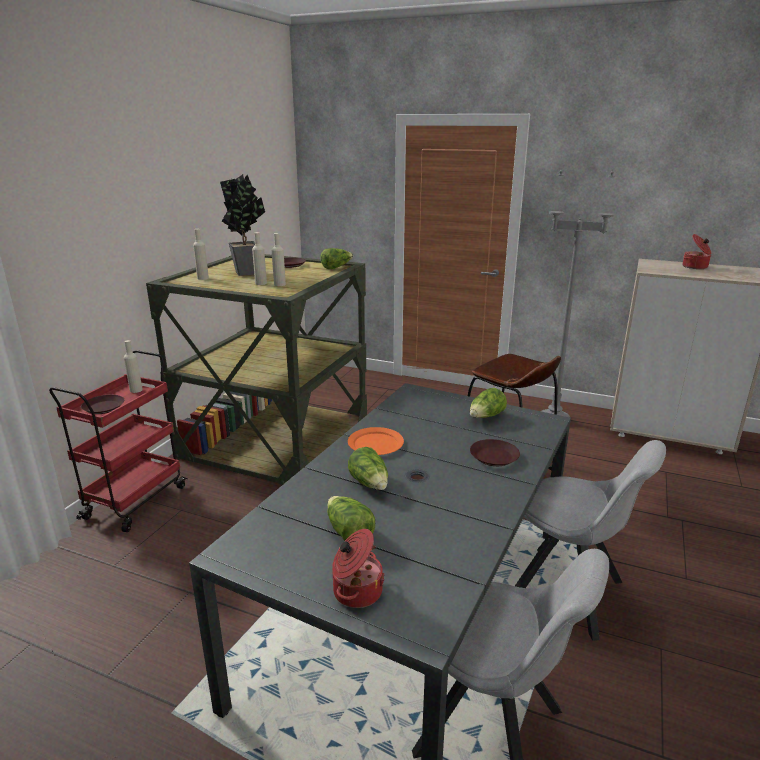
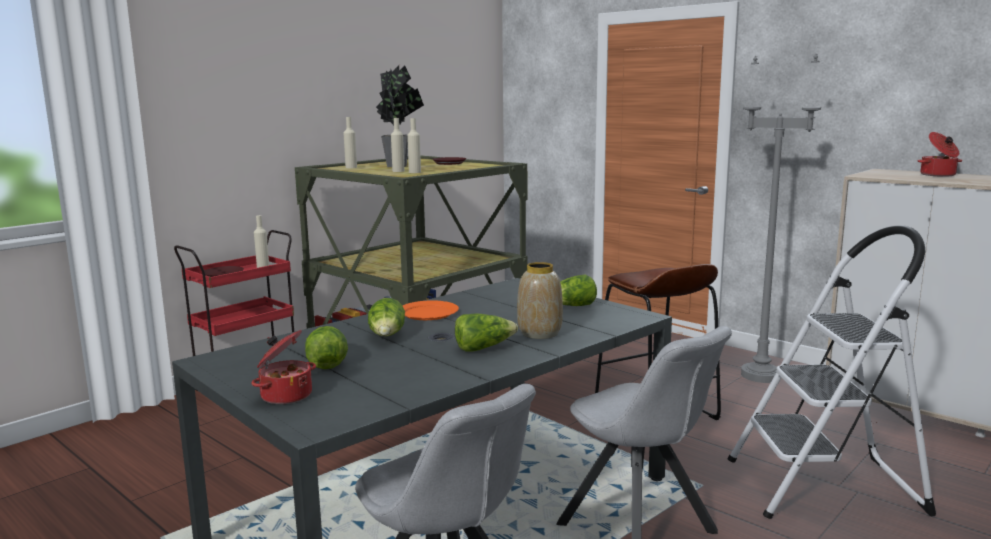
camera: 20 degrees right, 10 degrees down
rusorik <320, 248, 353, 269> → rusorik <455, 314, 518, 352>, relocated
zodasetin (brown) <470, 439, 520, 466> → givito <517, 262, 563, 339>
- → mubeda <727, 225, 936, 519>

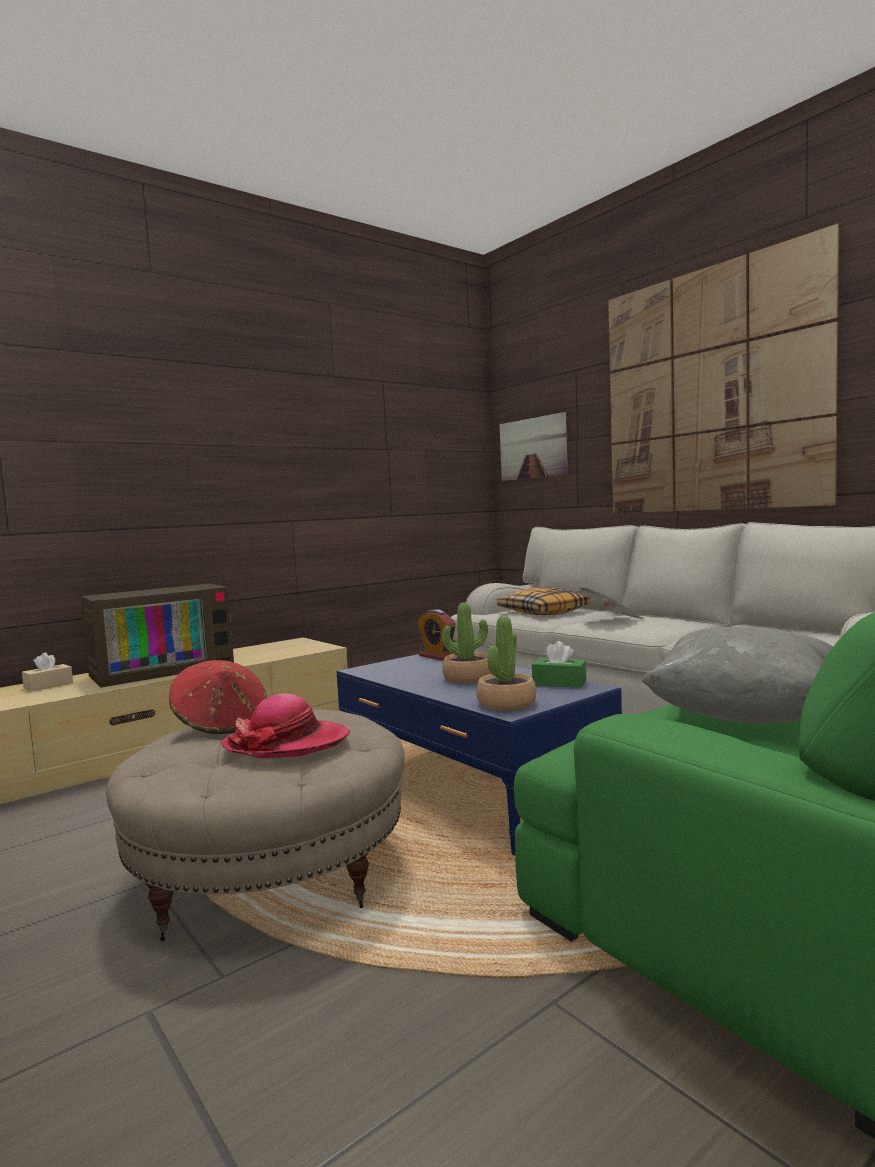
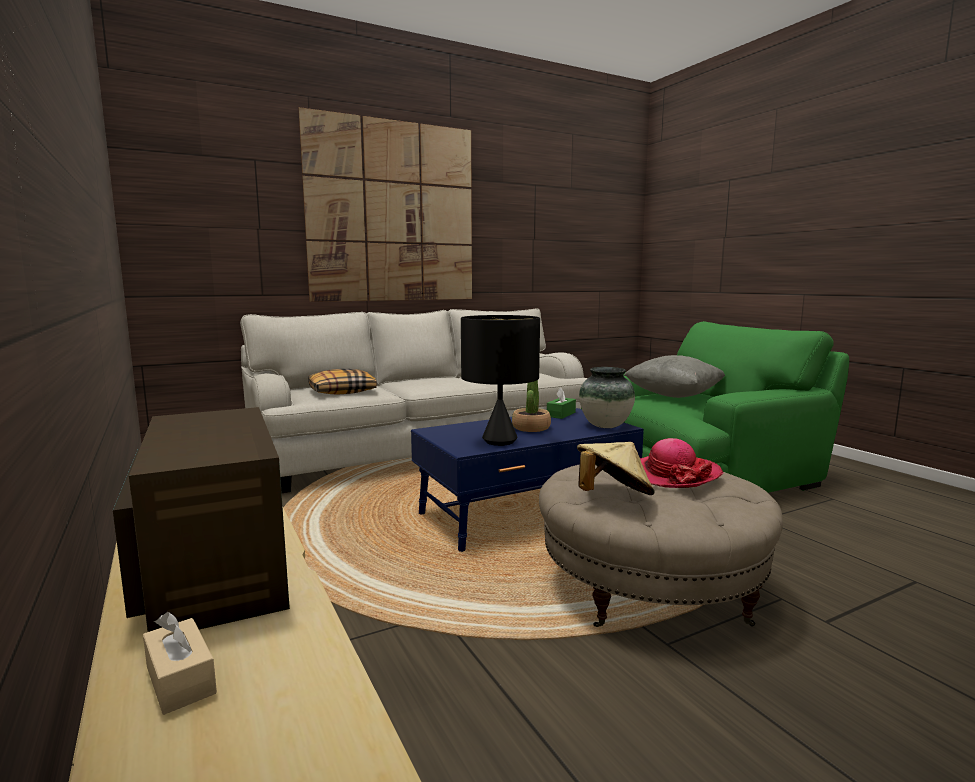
camera: 80 degrees left, 5 degrees up
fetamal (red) <169, 660, 267, 734> → fetamal (beige) <577, 442, 655, 495>
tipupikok <417, 609, 456, 660> → -
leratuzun <476, 616, 536, 711> → givito <579, 367, 635, 428>
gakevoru <500, 412, 568, 481> → -
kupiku <578, 588, 644, 619> → -
- → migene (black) <461, 315, 540, 446>

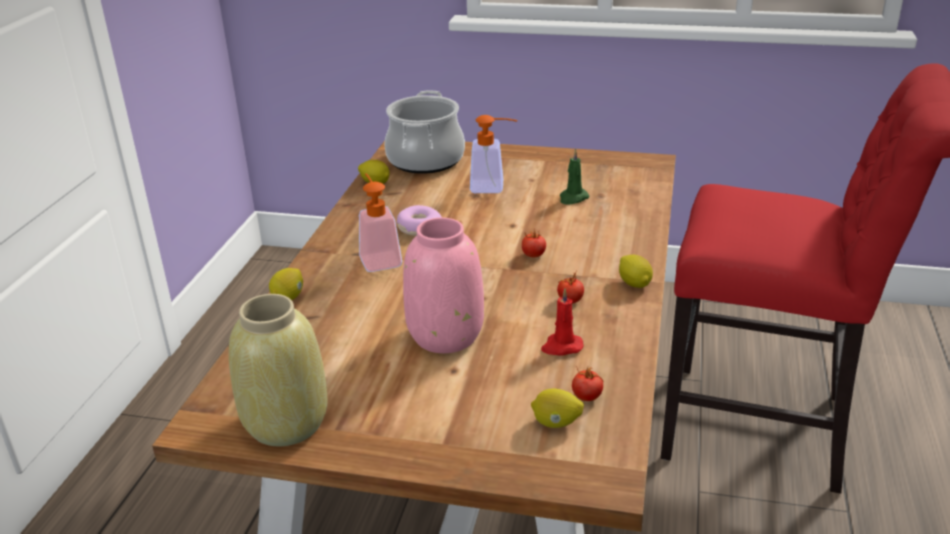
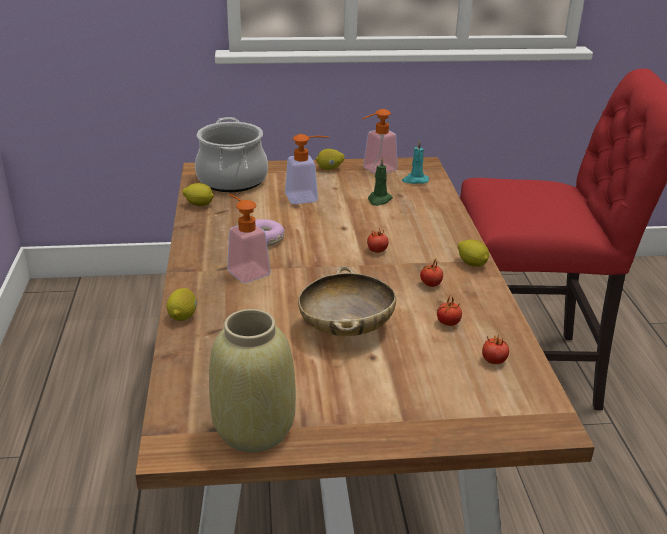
camera: 20 degrees left, 0 degrees up
givito (pink) <403, 218, 484, 353> → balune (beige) <298, 266, 396, 336>
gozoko <531, 389, 584, 428> → gozoko <316, 149, 344, 170>, relocated
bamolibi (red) <541, 288, 584, 355> → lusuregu <437, 296, 462, 326>
- → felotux <362, 109, 398, 174>
- → bamolibi (turquoise) <402, 139, 429, 184>

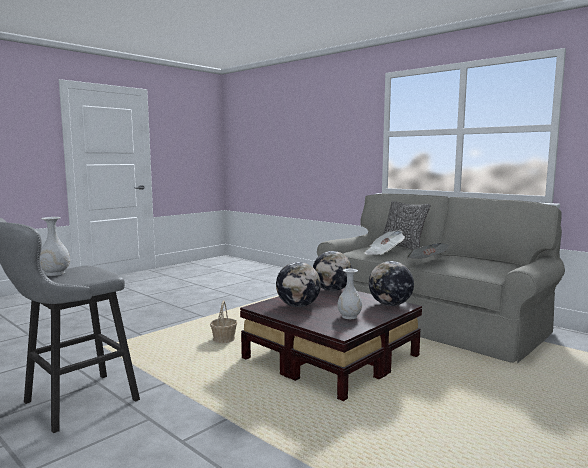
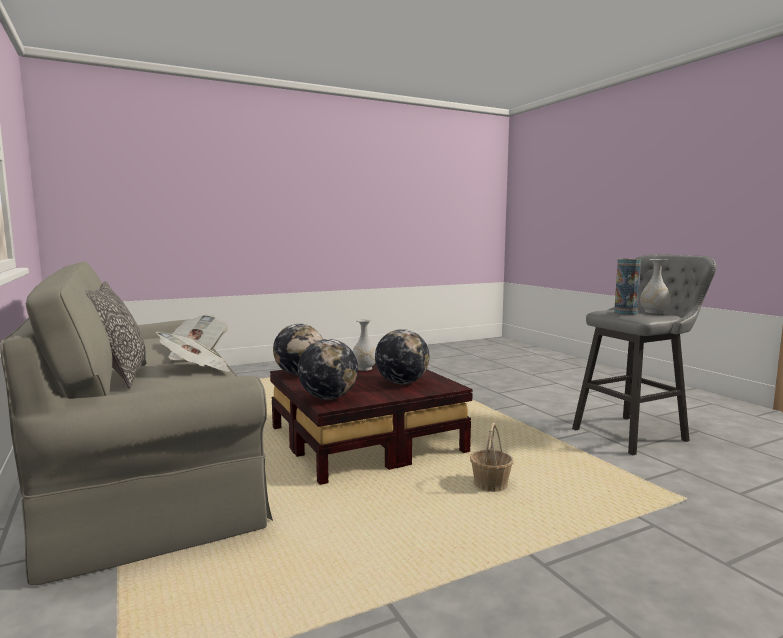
camera: 160 degrees left, 0 degrees up
- → givito <614, 259, 641, 315>

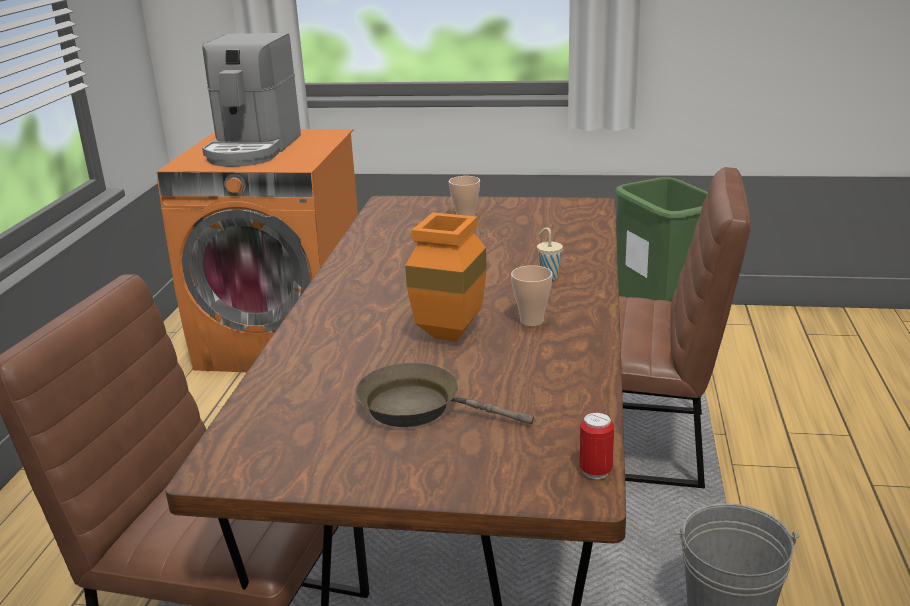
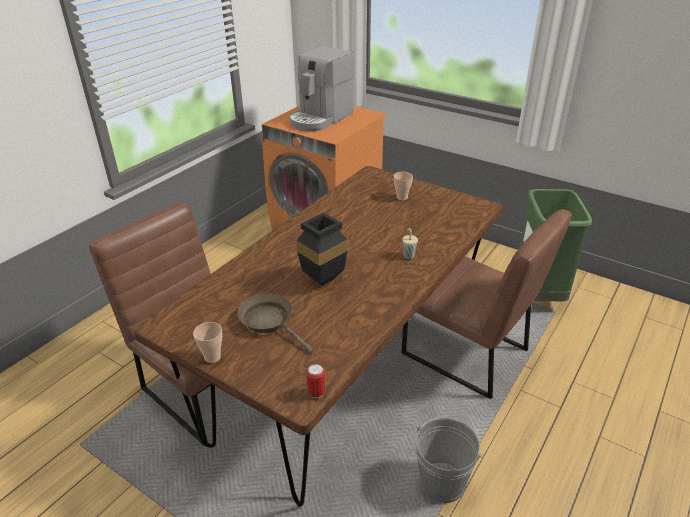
camera: 25 degrees right, 10 degrees up
givito (orange) <405, 212, 487, 342> → givito (black) <296, 213, 348, 286>
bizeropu <511, 266, 553, 326> → bizeropu <193, 322, 222, 363>, relocated

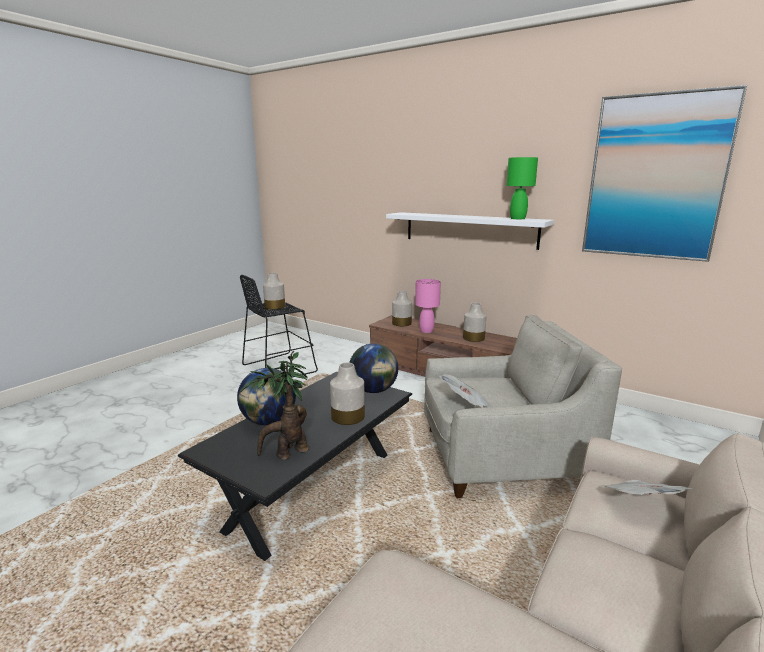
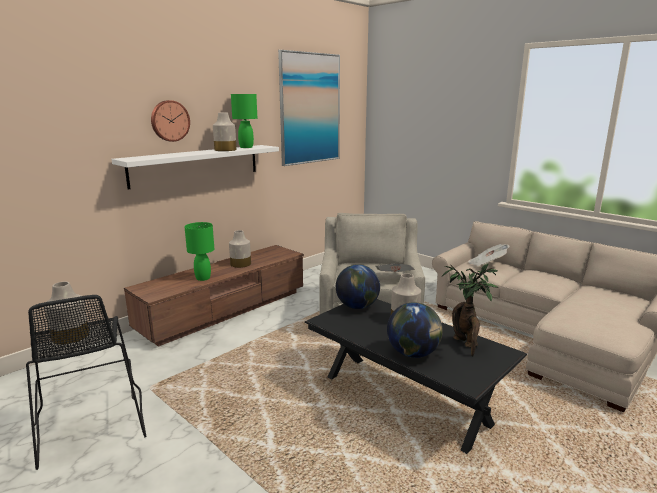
camera: 80 degrees left, 0 degrees up
givito (beige) <392, 291, 412, 326> → givito (beige) <213, 113, 237, 151>, relocated
migene (pink) <415, 279, 441, 333> → migene (green) <184, 222, 214, 281>
- → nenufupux <151, 100, 190, 142>

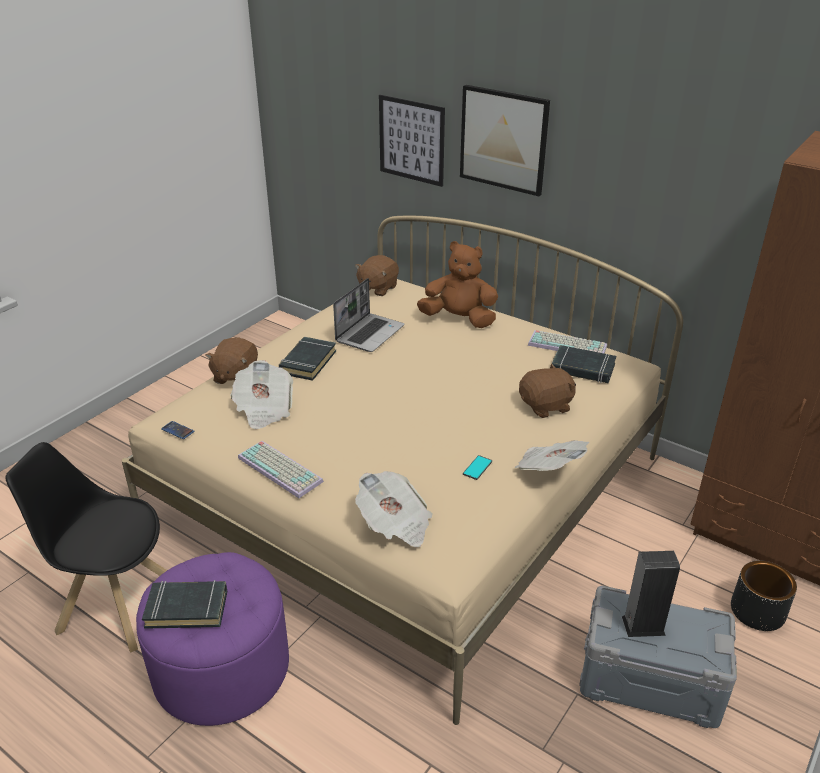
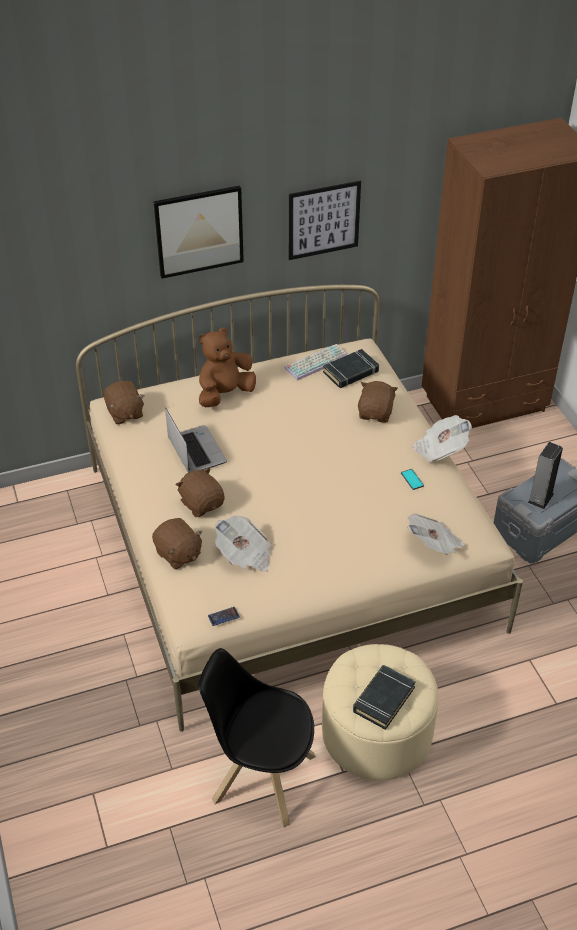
camera: 55 degrees left, 10 degrees up
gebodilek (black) <5, 442, 167, 653> → gebodilek (black) <198, 648, 316, 827>, 60 degrees clockwise
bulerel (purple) <136, 552, 289, 726> → bulerel (beige) <322, 644, 439, 781>
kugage <238, 441, 324, 498> → -
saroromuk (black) <279, 337, 336, 381> → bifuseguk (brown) <176, 467, 224, 517>
gakevoru <379, 95, 445, 187> → gakevoru <289, 181, 361, 260>, relocated
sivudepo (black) <731, 561, 797, 631> → -

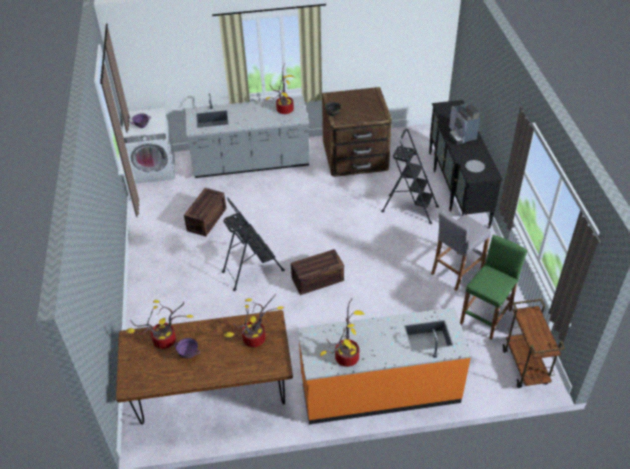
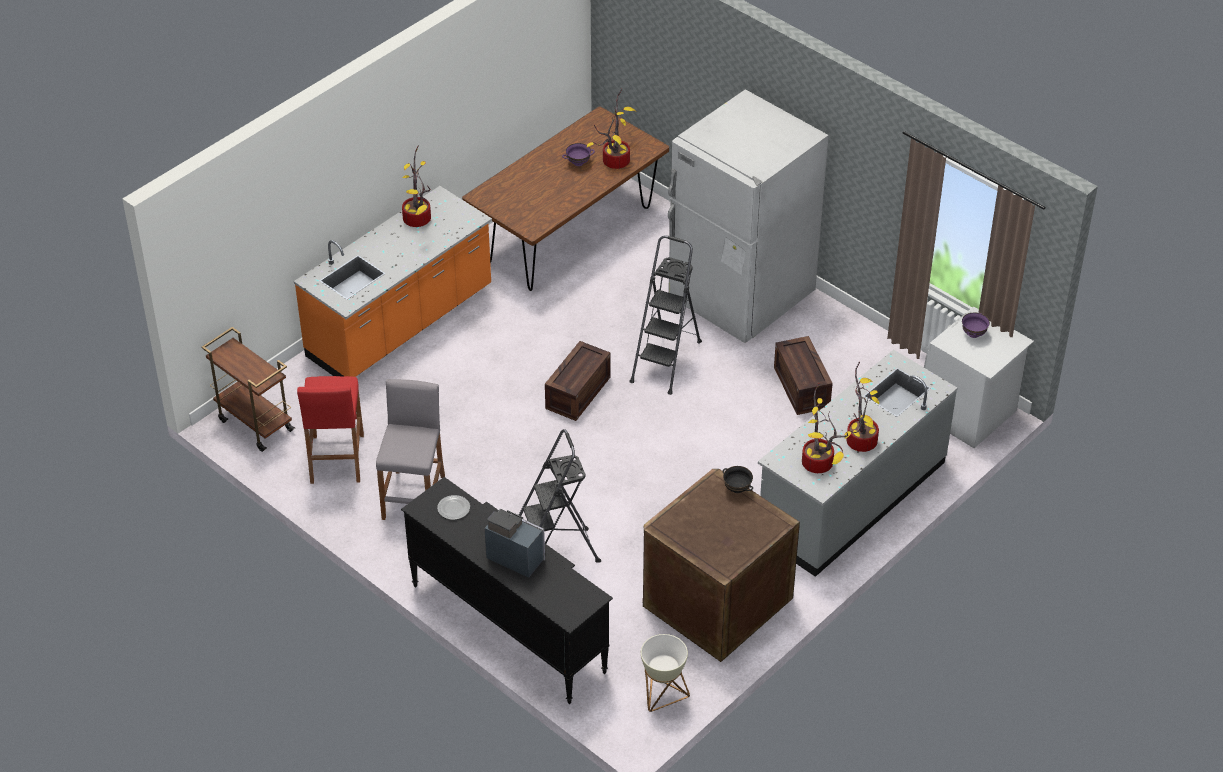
camera: 140 degrees right, 0 degrees up
leratuzun <224, 294, 284, 347> → leratuzun <844, 362, 879, 452>, relocated
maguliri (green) <460, 235, 527, 340> → maguliri (red) <297, 376, 364, 484>
- → sivudepo <641, 634, 690, 712>
- → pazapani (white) <668, 89, 829, 343>

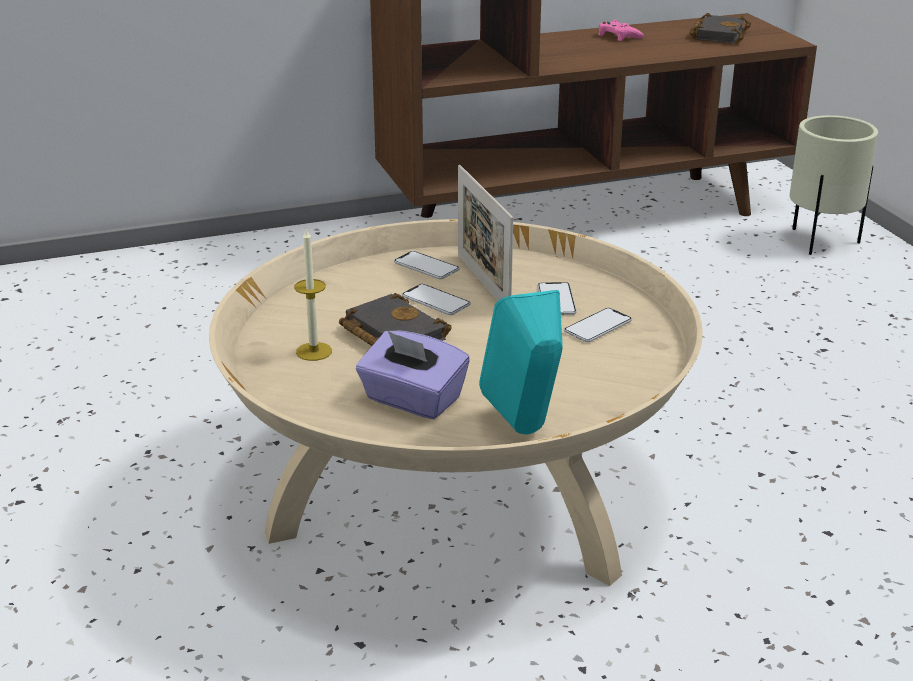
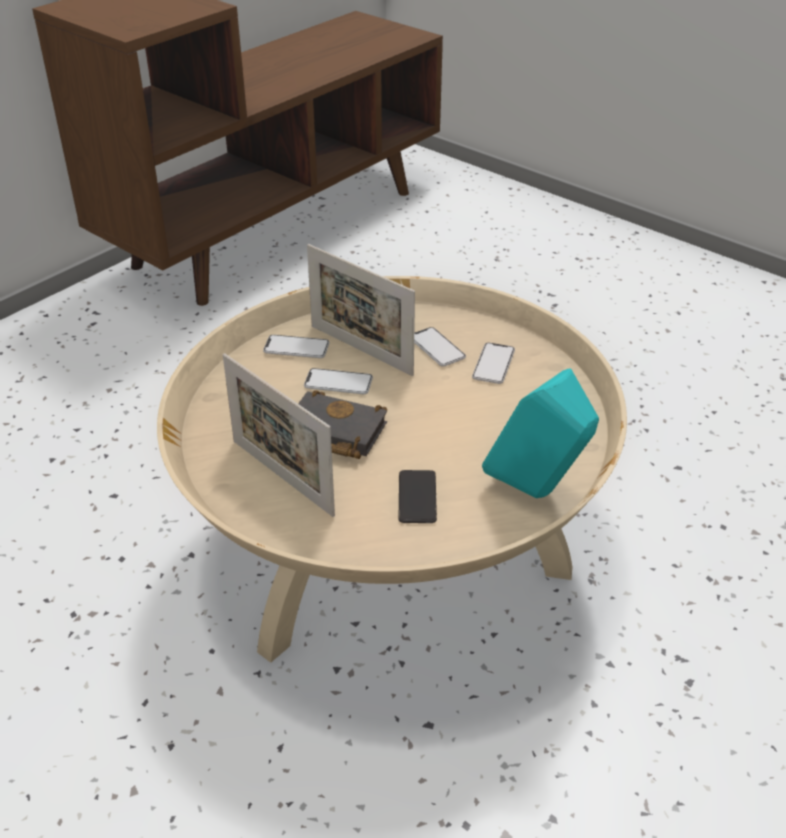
camera: 30 degrees left, 10 degrees up
bamolibi <294, 228, 332, 361> → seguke <223, 353, 335, 517>
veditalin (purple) <356, 330, 470, 419> → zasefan <398, 470, 437, 523>
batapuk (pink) <598, 19, 644, 41> → -
saroromuk (black) <689, 13, 751, 44> → -
sivudepo (beige) <790, 115, 878, 255> → -

